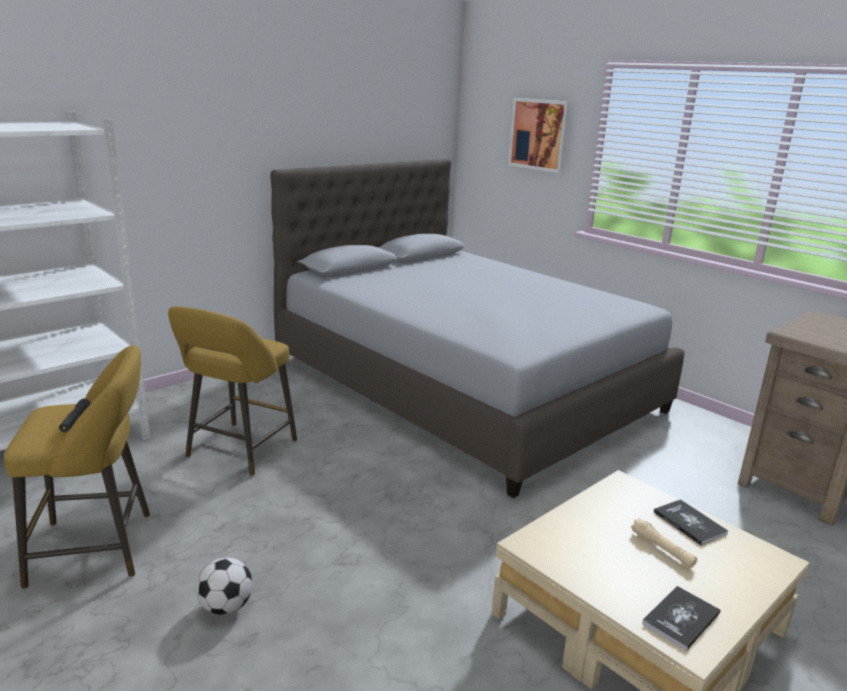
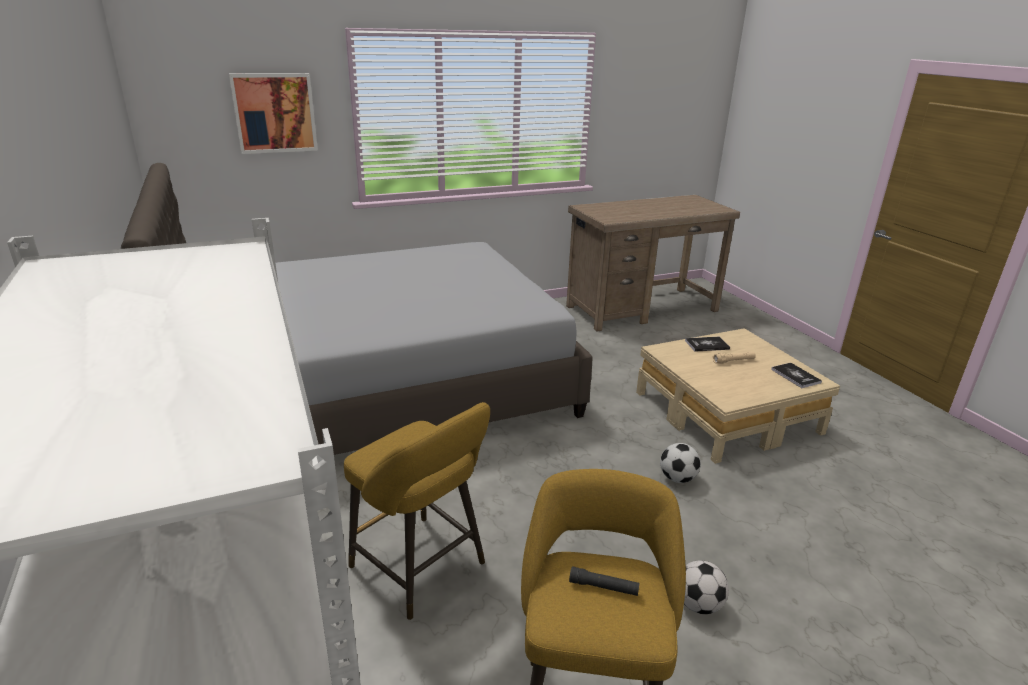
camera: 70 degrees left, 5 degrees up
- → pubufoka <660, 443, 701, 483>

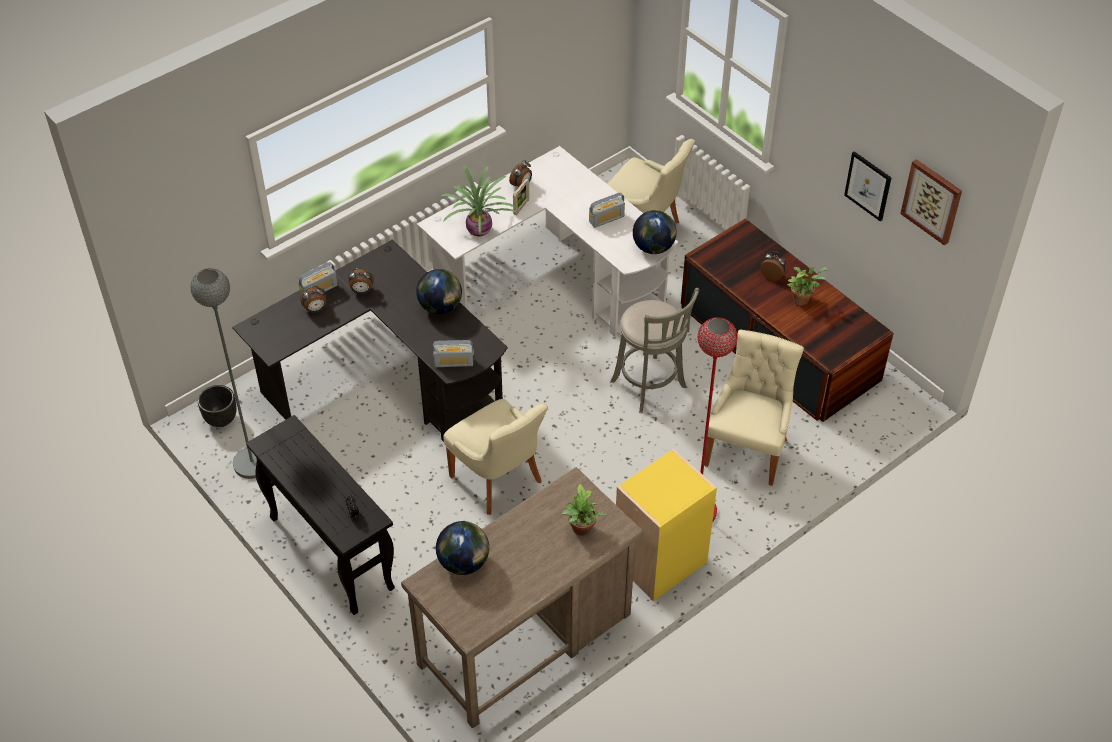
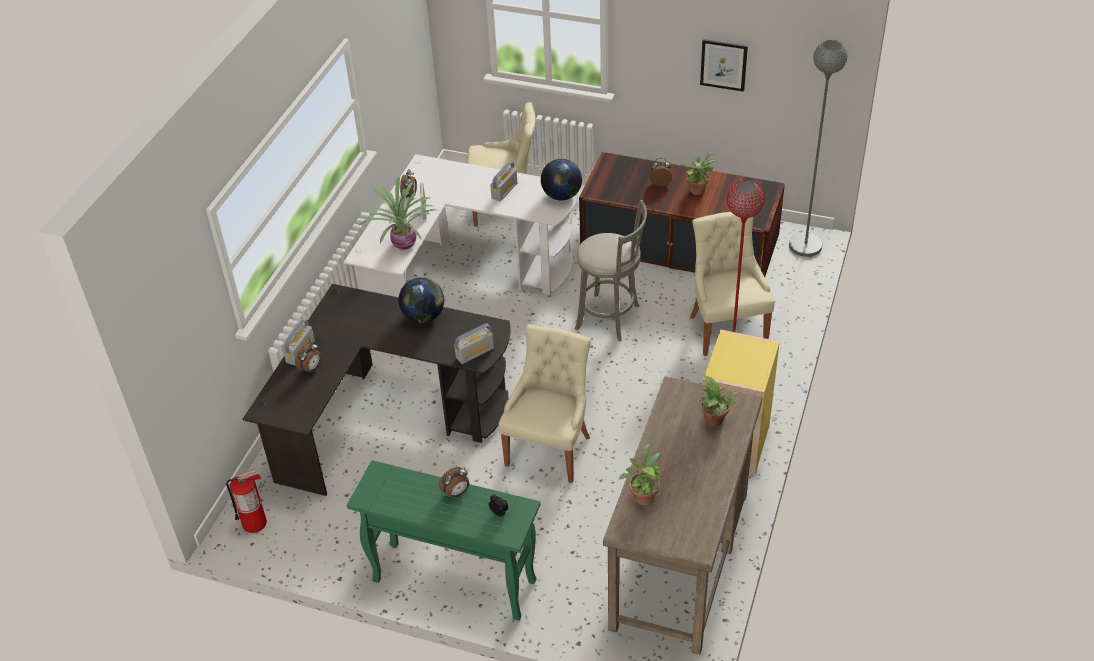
camera: 30 degrees left, 5 degrees down
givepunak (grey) <190, 268, 257, 479> → givepunak (grey) <789, 40, 847, 257>, relocated
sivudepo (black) <198, 385, 237, 427> → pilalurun <226, 469, 267, 533>
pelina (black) <246, 415, 395, 615> → pelina (green) <347, 460, 541, 621>
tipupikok <348, 268, 374, 294> → tipupikok <439, 467, 469, 498>, relocated
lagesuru <436, 521, 489, 575> → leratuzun <619, 444, 662, 506>
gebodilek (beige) <444, 399, 548, 515> → gebodilek (beige) <499, 324, 591, 483>, 90 degrees counterclockwise
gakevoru <900, 159, 962, 246> → -

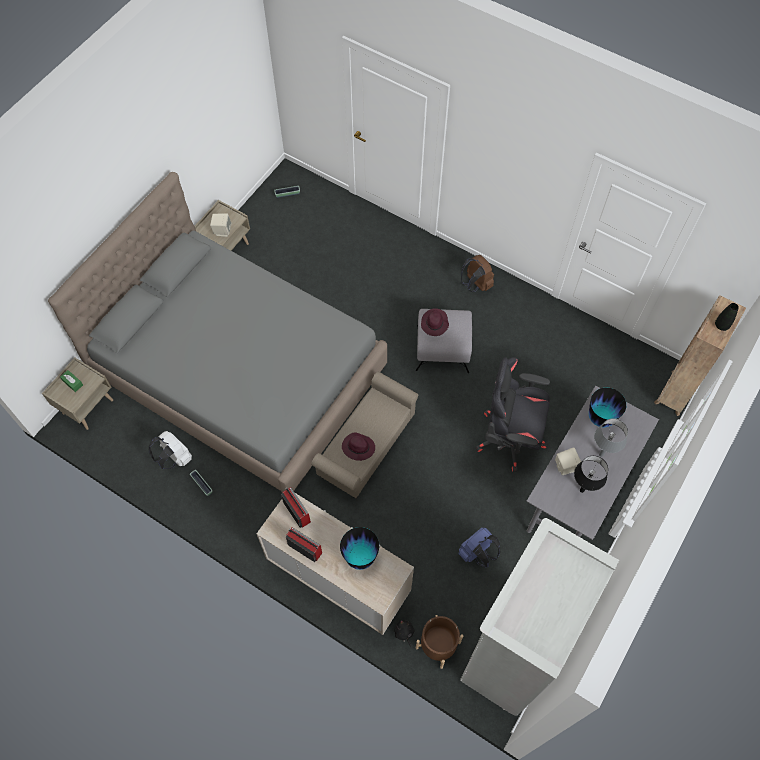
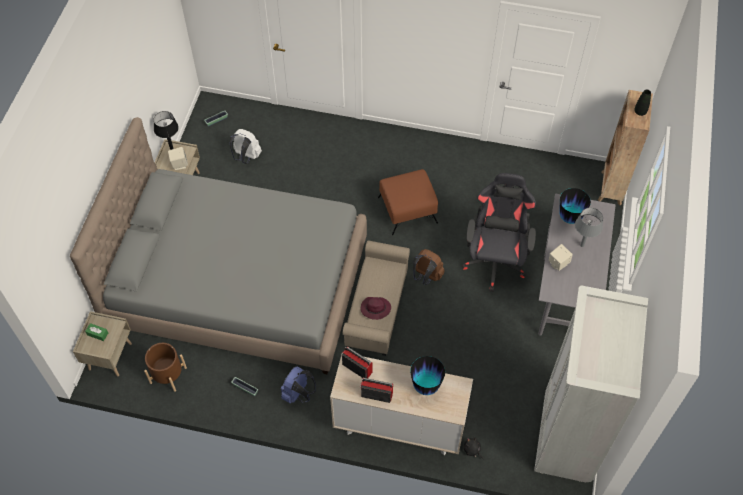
camera: 20 degrees left, 5 degrees down
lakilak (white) <149, 431, 192, 469> → lakilak (white) <229, 129, 262, 164>, relocated
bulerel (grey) <416, 309, 472, 373> → bulerel (brown) <378, 169, 438, 235>
sivudepo (brown) <416, 615, 463, 669> → sivudepo (brown) <144, 343, 187, 392>, relocated
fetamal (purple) <421, 308, 449, 336> → -
lakilak (blue) <458, 528, 500, 567> → lakilak (blue) <281, 367, 316, 403>, relocated
lakilak (brown) <461, 255, 494, 292> → lakilak (brown) <413, 249, 444, 285>, relocated
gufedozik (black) <476, 357, 550, 472> → gufedozik (black) <462, 173, 536, 292>, 105 degrees clockwise
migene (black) <574, 456, 608, 493> → migene (black) <153, 111, 179, 150>, relocated

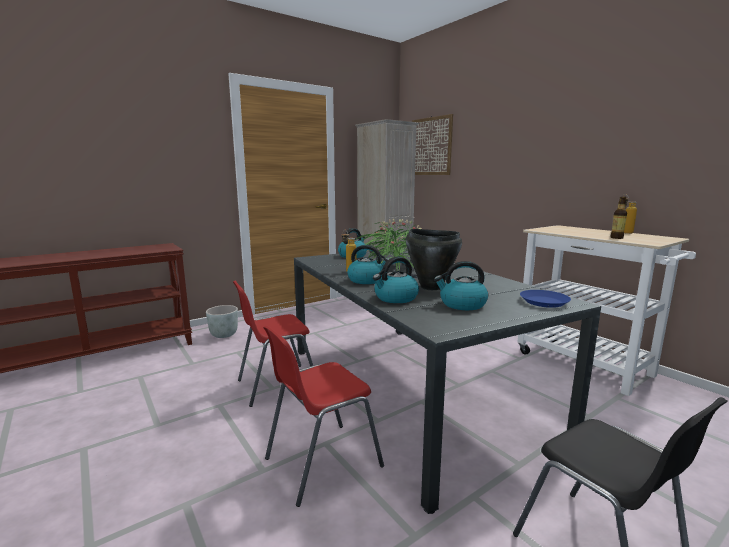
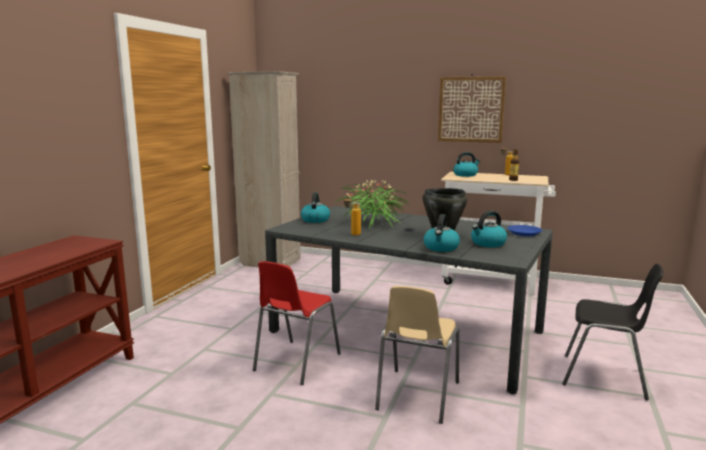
camera: 35 degrees left, 0 degrees up
sivudepo (grey) <206, 305, 238, 338> → -
gebodilek (red) <263, 325, 384, 507> → gebodilek (beige) <375, 286, 460, 424>
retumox <347, 245, 389, 284> → retumox <453, 152, 480, 177>, relocated
gakevoru <412, 114, 453, 175> → gakevoru <438, 74, 506, 143>, relocated

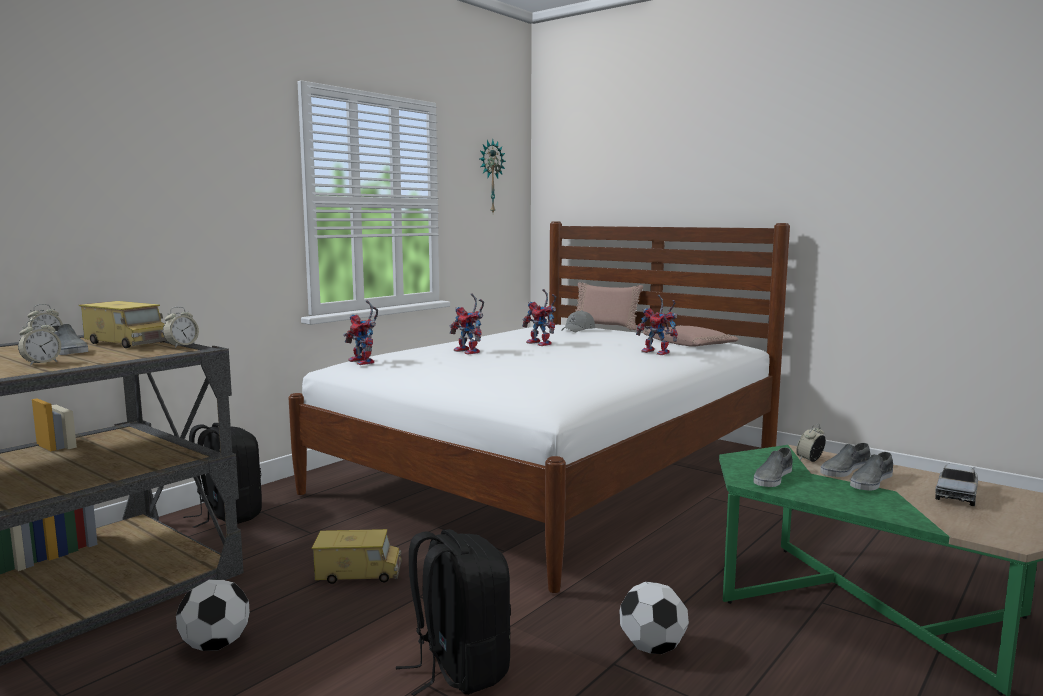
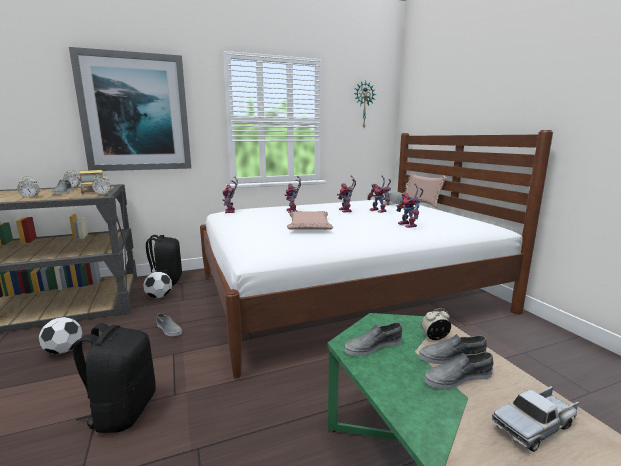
camera: 30 degrees right, 5 degrees up
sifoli <311, 529, 402, 584> → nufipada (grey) <156, 313, 182, 336>
pubufoka <619, 582, 689, 654> → pubufoka <143, 272, 172, 298>, relocated
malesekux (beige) <643, 325, 739, 347> → malesekux (beige) <287, 211, 333, 230>, relocated
- → gakevoru <69, 47, 191, 171>
- → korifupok <367, 176, 391, 213>

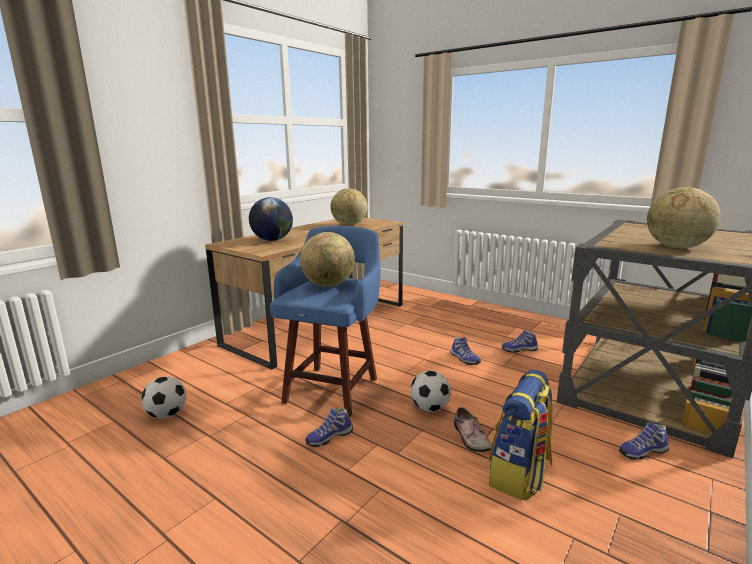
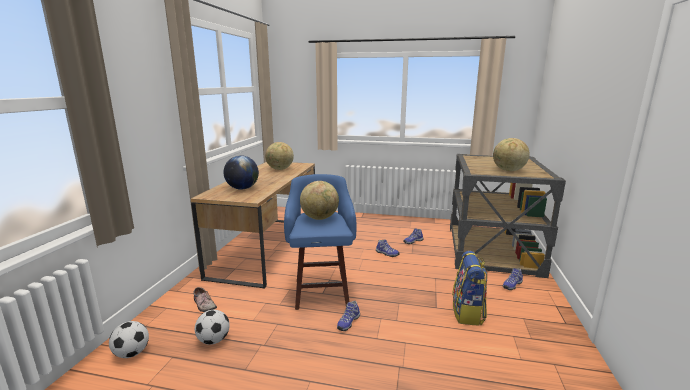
camera: 25 degrees left, 0 degrees up
pubufoka <410, 370, 451, 412> → pubufoka <109, 321, 149, 358>, relocated
nufipada <454, 407, 492, 452> → nufipada <194, 287, 217, 312>, relocated

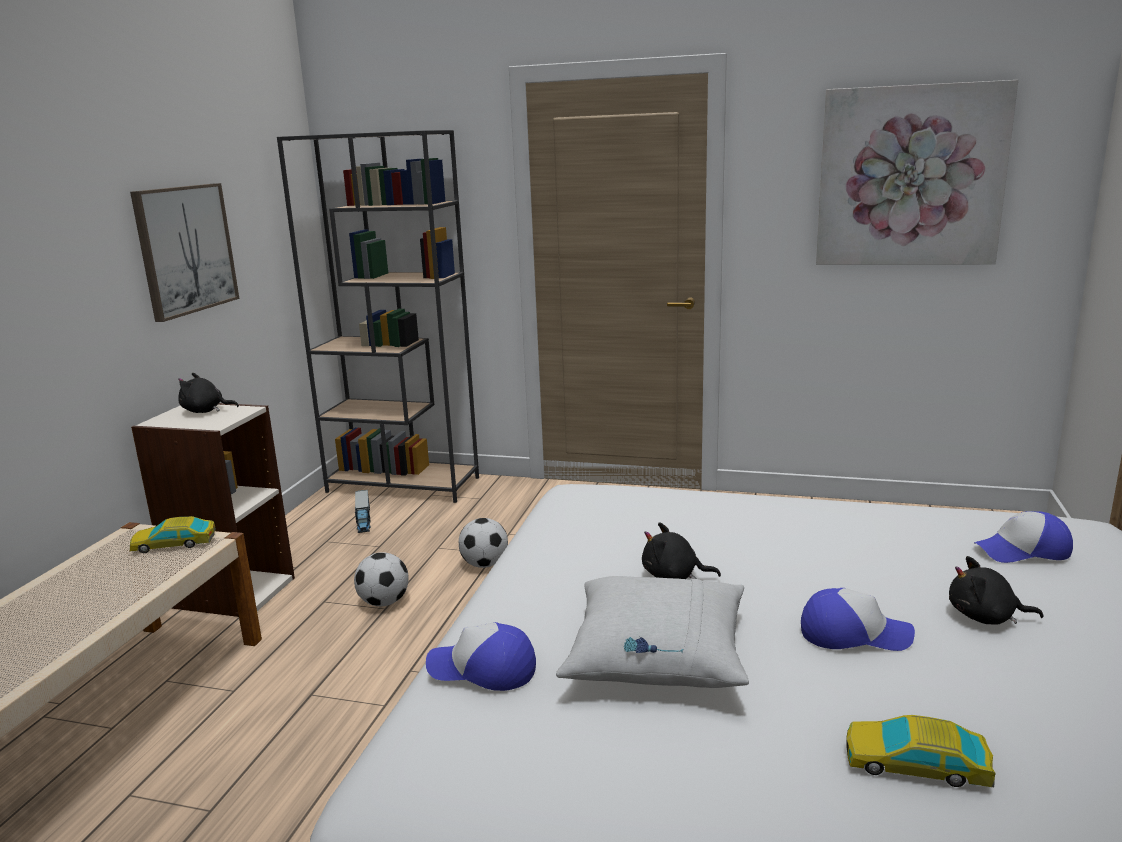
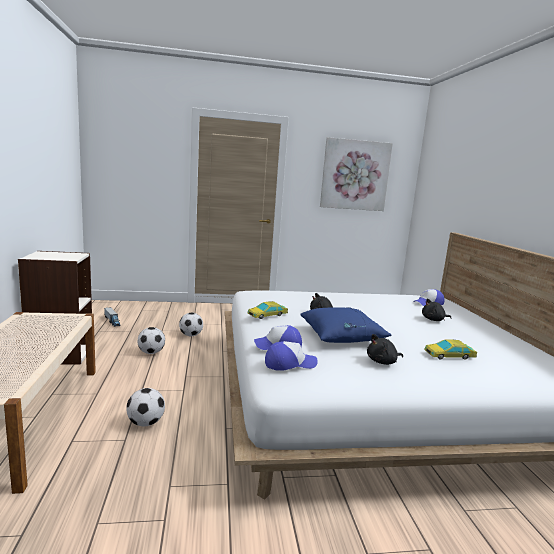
camera: 25 degrees left, 5 degrees down
gakevoru <130, 183, 239, 322> → -
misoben <130, 516, 216, 553> → misoben <247, 301, 288, 319>, relocated
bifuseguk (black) <178, 373, 239, 413> → bifuseguk (black) <367, 334, 403, 365>, relocated
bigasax <277, 130, 479, 503> → -
malesekux (grey) <556, 576, 749, 688> → malesekux (blue) <300, 307, 391, 343>
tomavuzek <801, 588, 915, 651> → tomavuzek <265, 341, 318, 371>, relocated
- → pubufoka <126, 388, 165, 426>

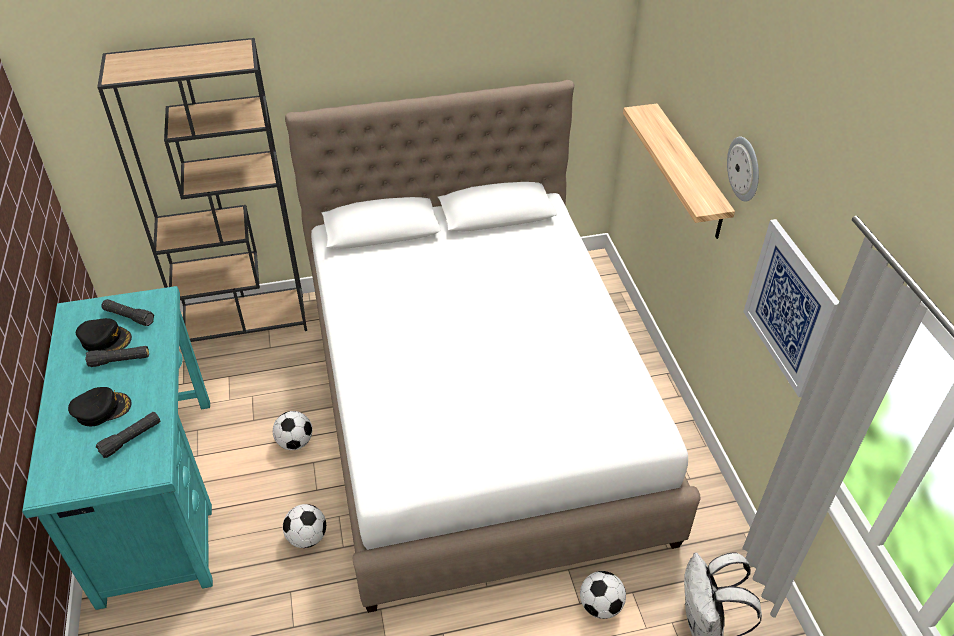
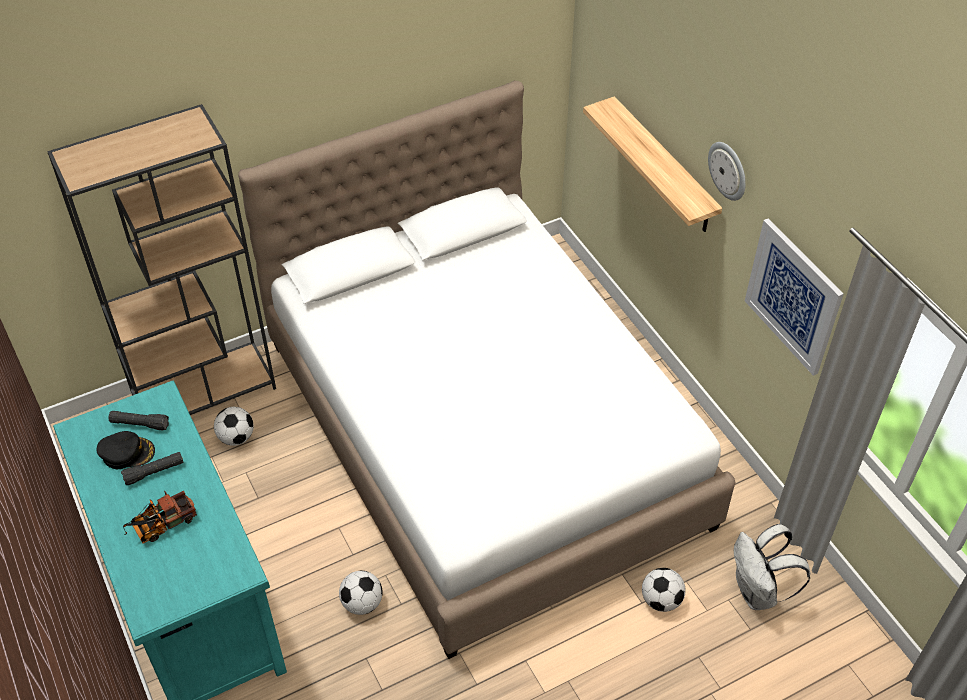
camera: 15 degrees left, 5 degrees up
tomavuzek (black) <68, 387, 132, 426> → sifoli <123, 491, 197, 544>
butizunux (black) <96, 412, 160, 458> → -
pubufoka <273, 411, 312, 450> → pubufoka <214, 407, 254, 446>, relocated

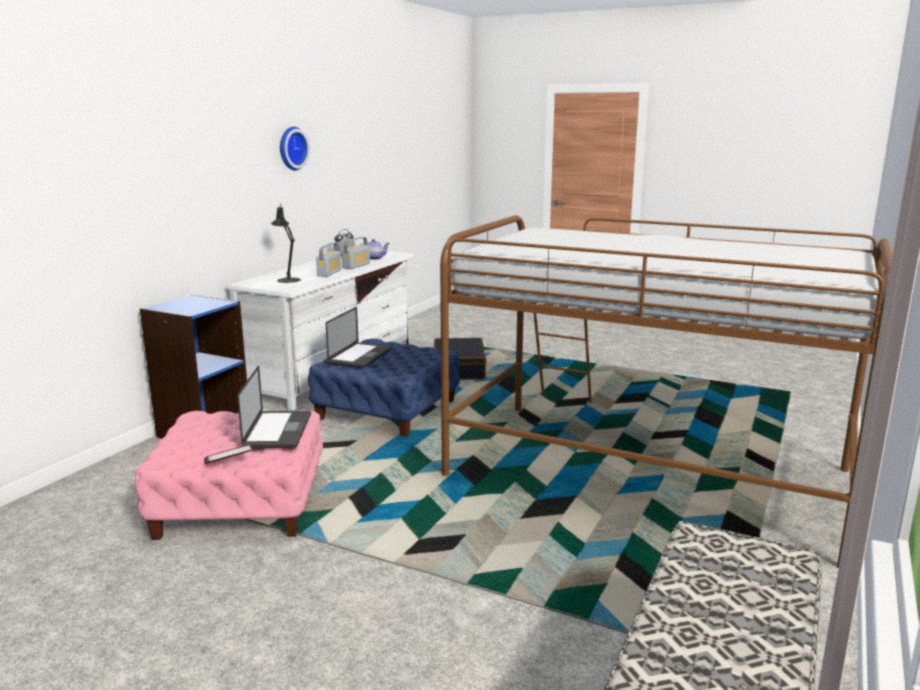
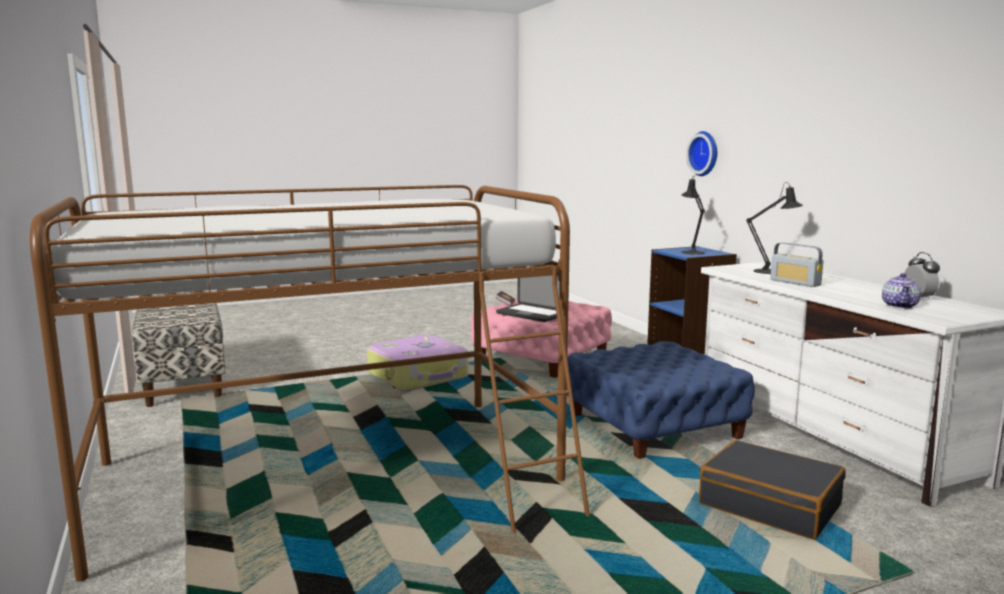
camera: 130 degrees right, 5 degrees down
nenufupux <280, 127, 310, 171> → nenufupux <686, 131, 717, 176>, relocated
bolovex <326, 307, 392, 368> → -
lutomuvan <342, 237, 370, 269> → -
- → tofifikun <367, 335, 469, 391>
- → migene (black) <681, 175, 705, 255>

